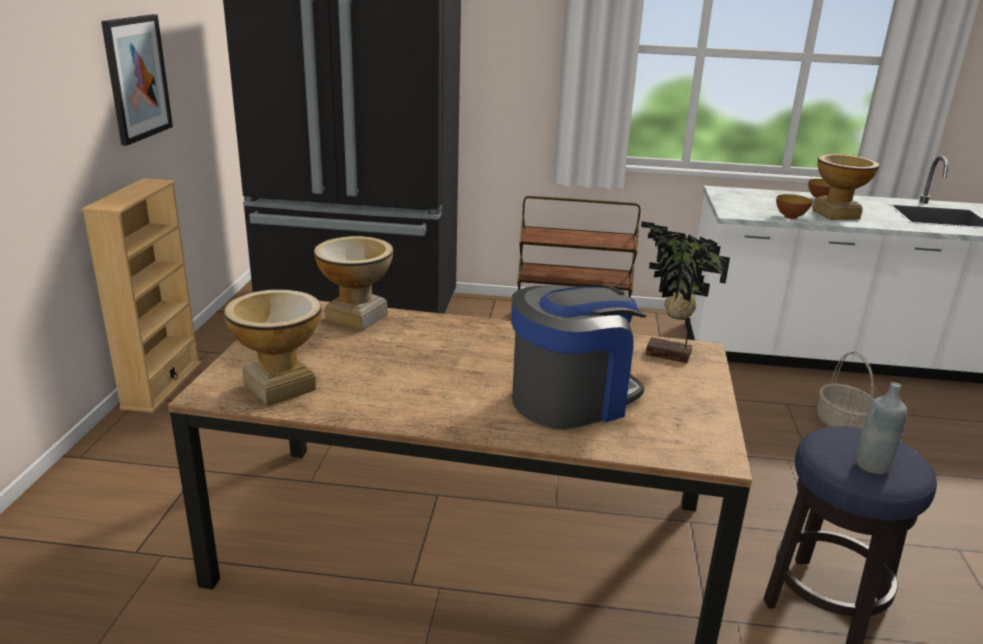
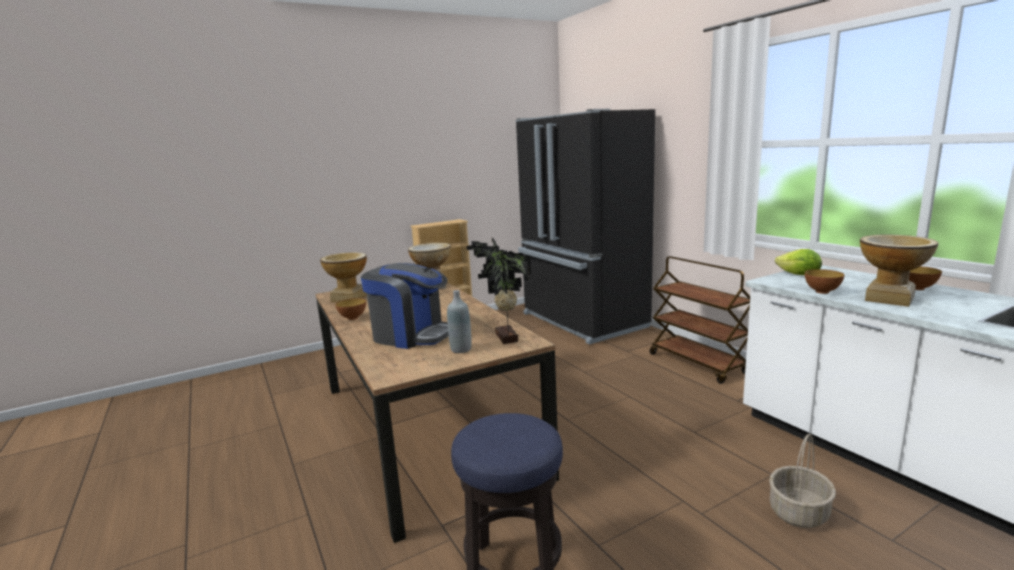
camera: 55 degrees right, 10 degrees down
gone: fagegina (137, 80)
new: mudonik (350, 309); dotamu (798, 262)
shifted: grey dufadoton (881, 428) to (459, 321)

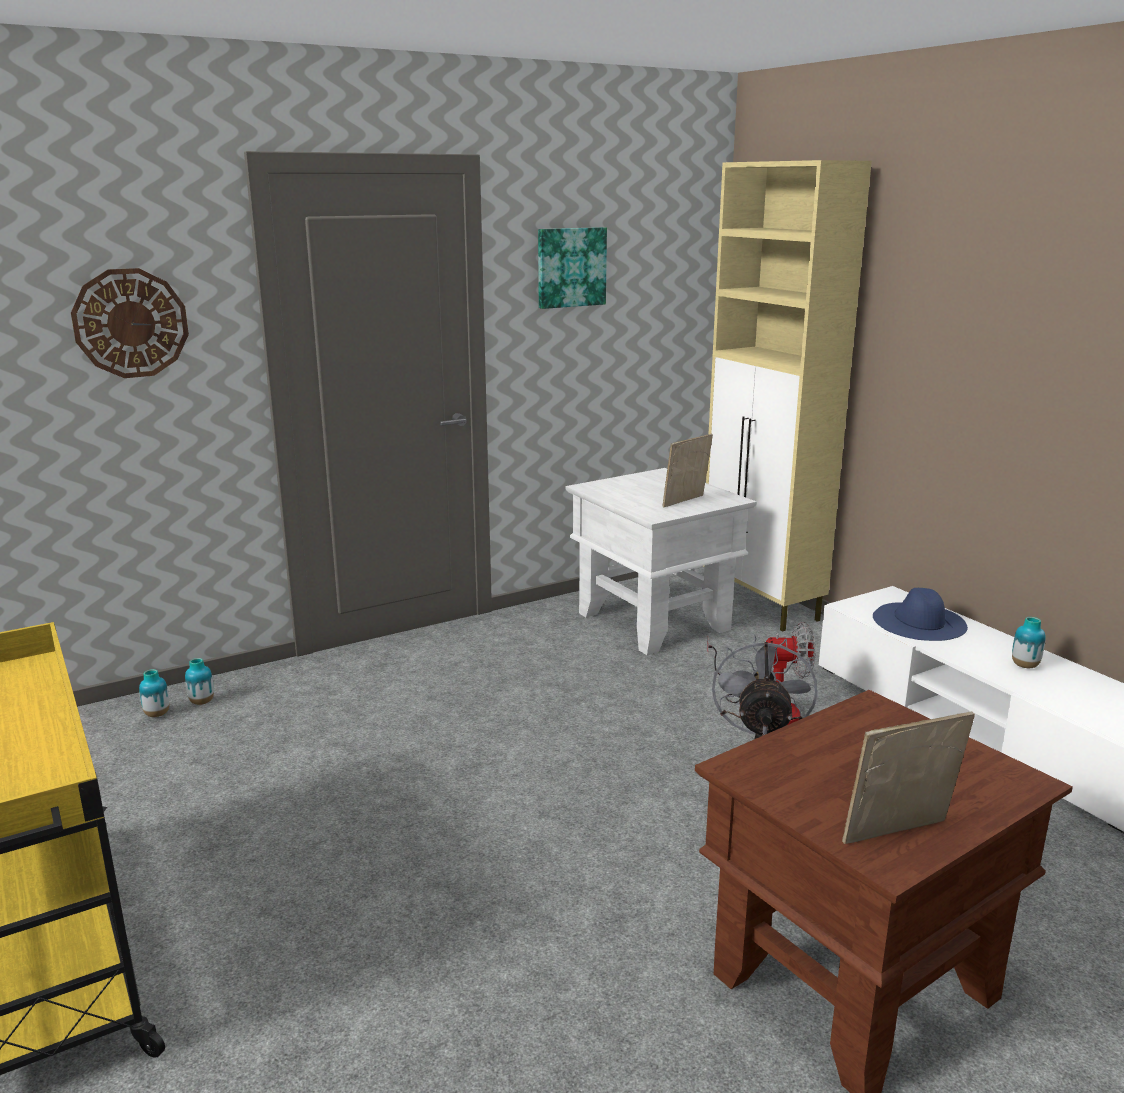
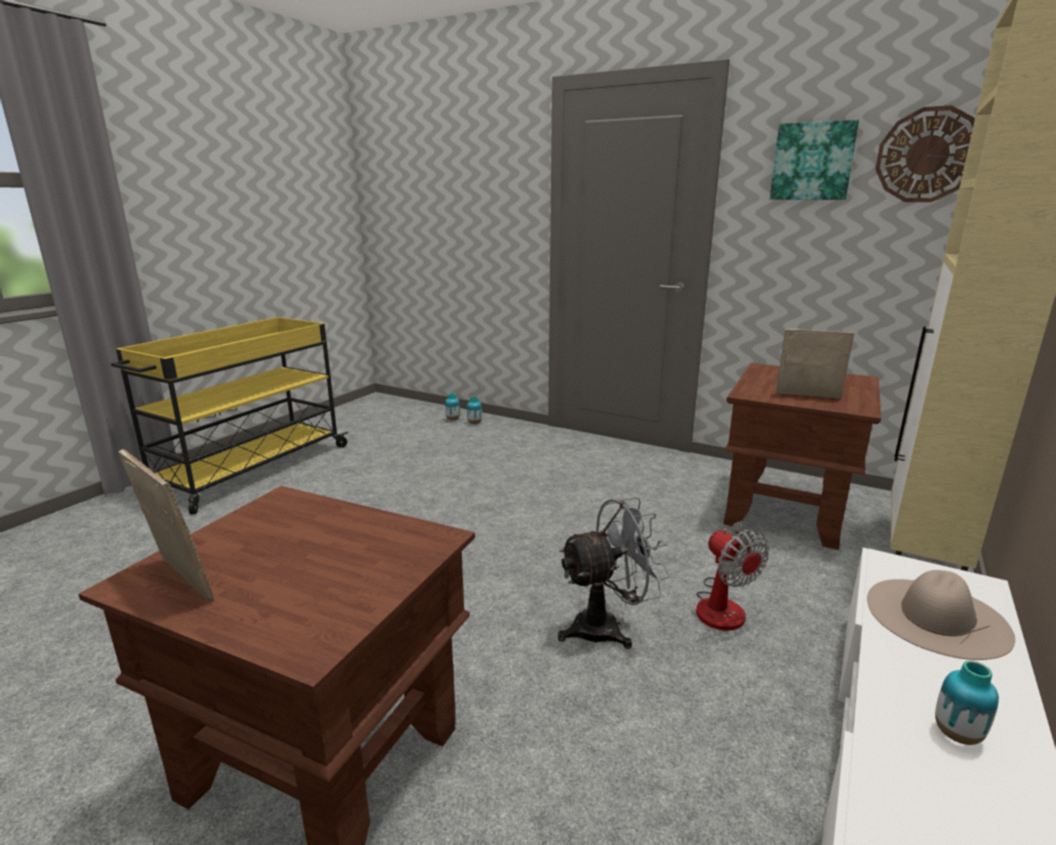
camera: 60 degrees right, 0 degrees up
shifted: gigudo (130, 323) to (925, 153)
repainted: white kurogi (661, 561) to brown kurogi (802, 456); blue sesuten (920, 614) to beige sesuten (941, 615)

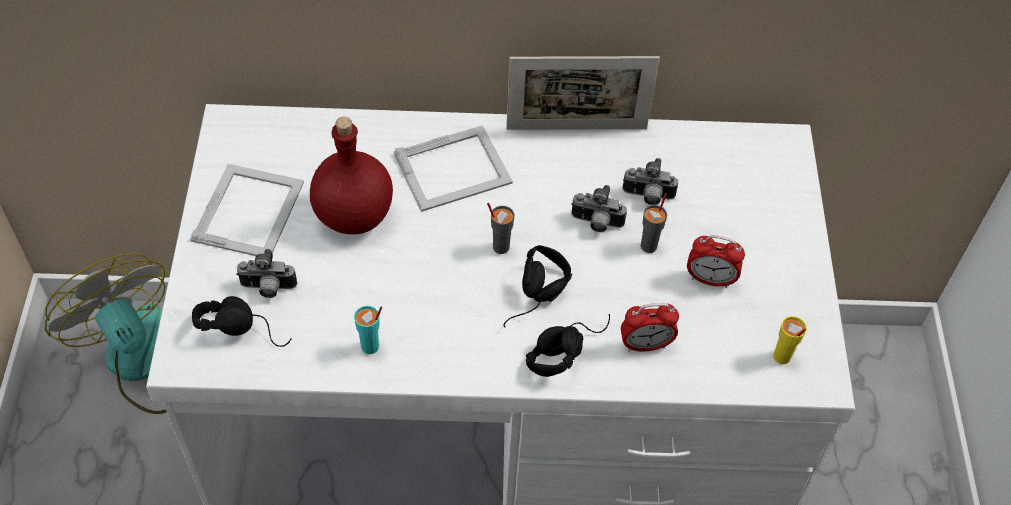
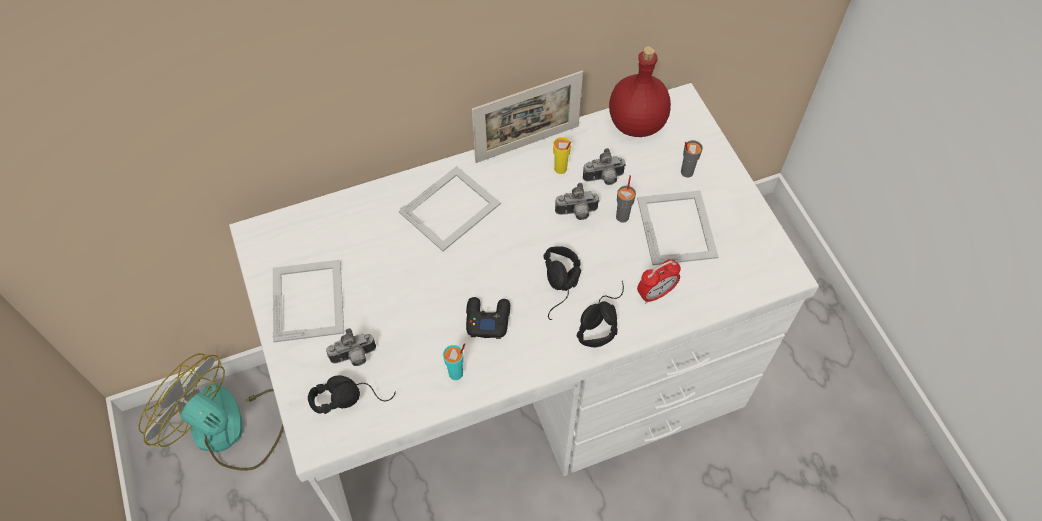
camera: 20 degrees left, 5 degrees up
new: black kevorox (488, 318)
shifted: red dufadoton (351, 175) to (640, 91); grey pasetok (500, 228) to (692, 158); yellow pasetok (790, 340) to (562, 155)
swapped: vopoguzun (716, 261) to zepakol (677, 228)

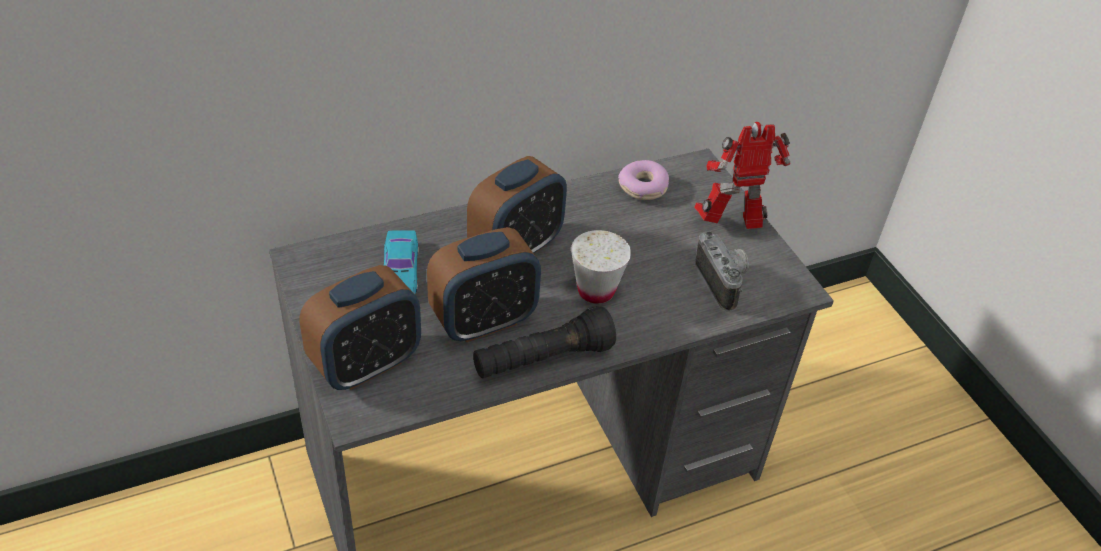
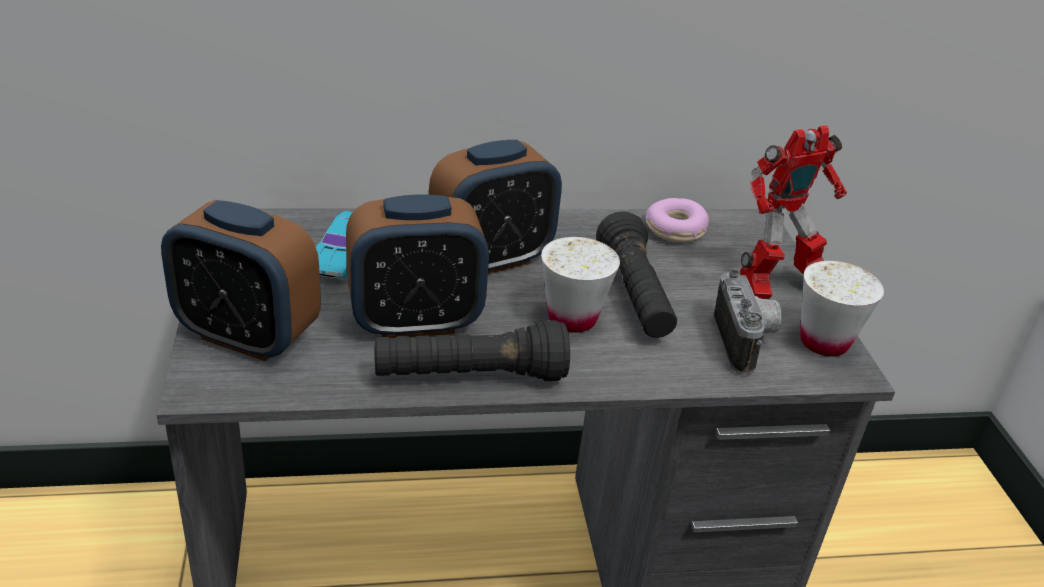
camera: 15 degrees right, 10 degrees down
new: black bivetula (636, 274); white pasetok (842, 309)
rotated: vopoguzun (360, 327) = (241, 280) 45 degrees clockwise; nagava (742, 175) = (793, 212) 150 degrees clockwise

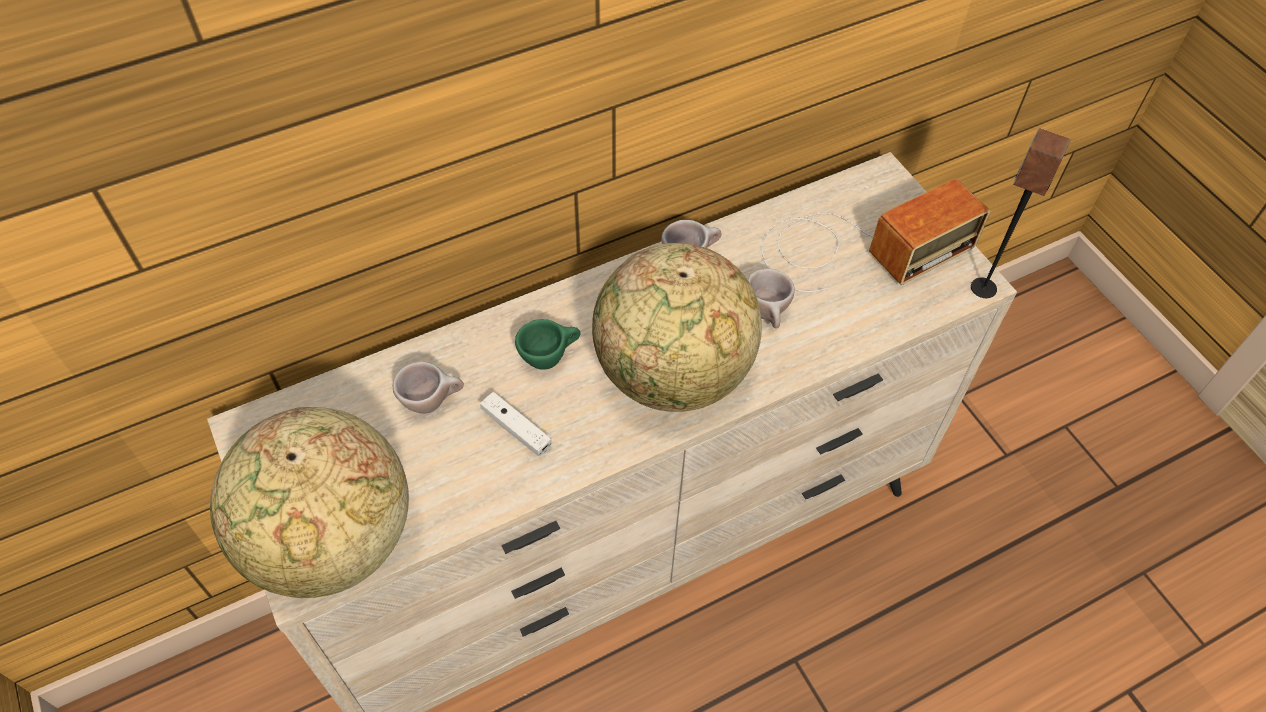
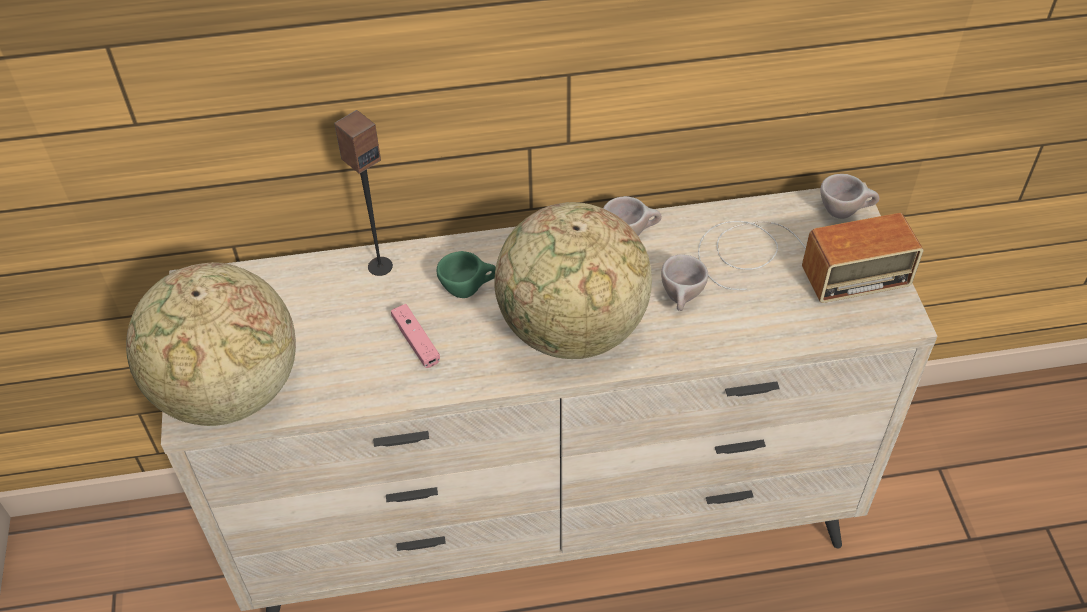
camera: 20 degrees right, 5 degrees down
shifted: beige pasetok (428, 388) to (849, 196); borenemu (1021, 213) to (363, 193)
repainted: white kevorox (515, 424) to pink kevorox (415, 336)

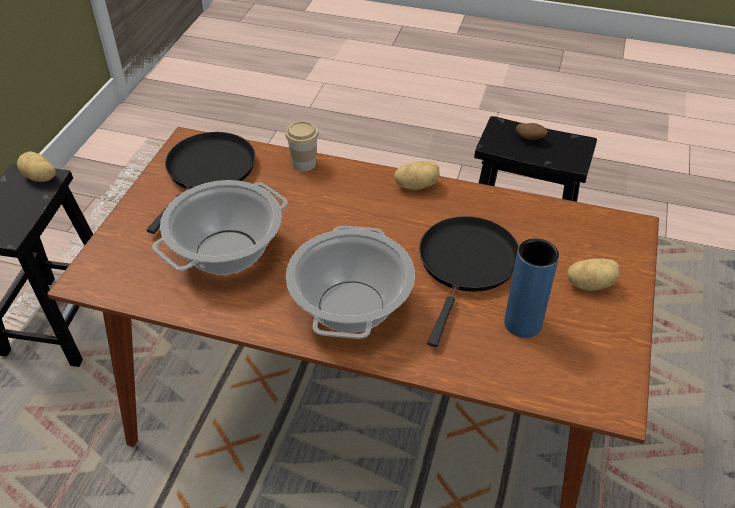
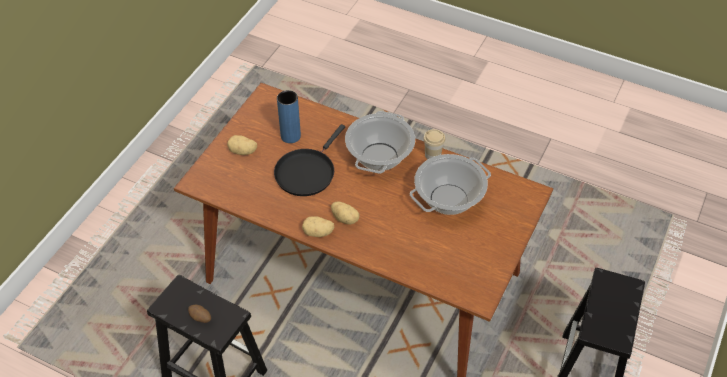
camera: 170 degrees left, 5 degrees up
gone: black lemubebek (201, 183)
shifted: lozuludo (36, 166) to (345, 213); pasetok (302, 146) to (434, 144)

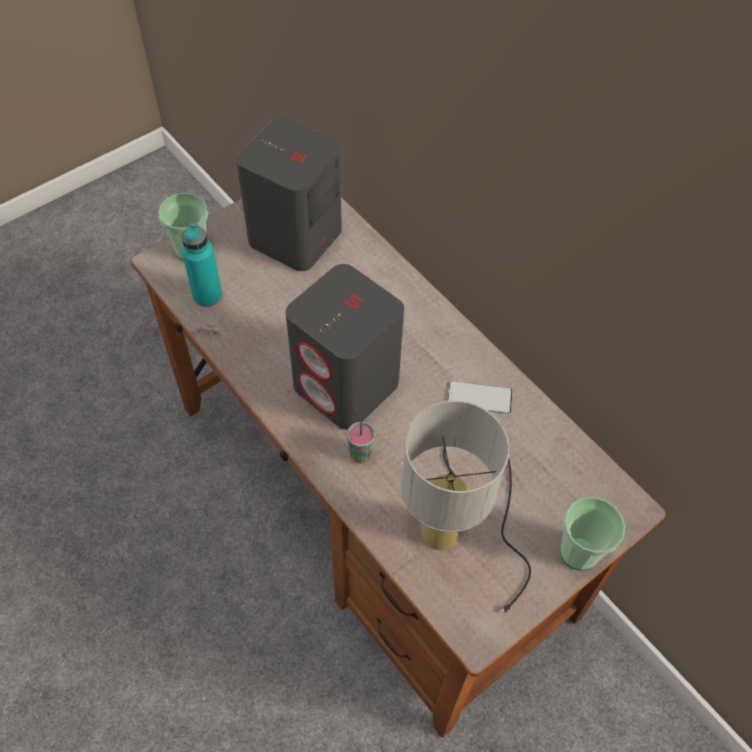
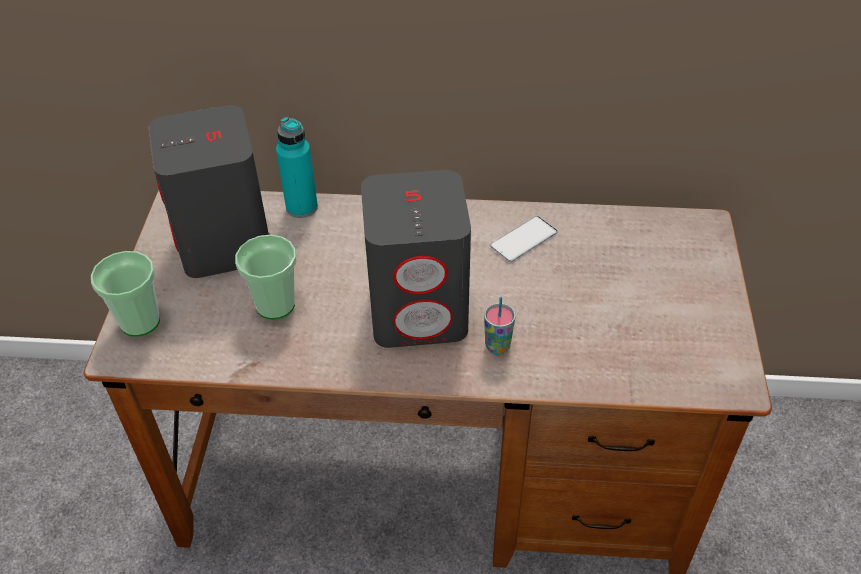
camera: 45 degrees left, 10 degrees down
gone: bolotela (466, 506)
shifted: turquoise dufadoton (202, 265) to (297, 167); pasetok (592, 534) to (265, 277)

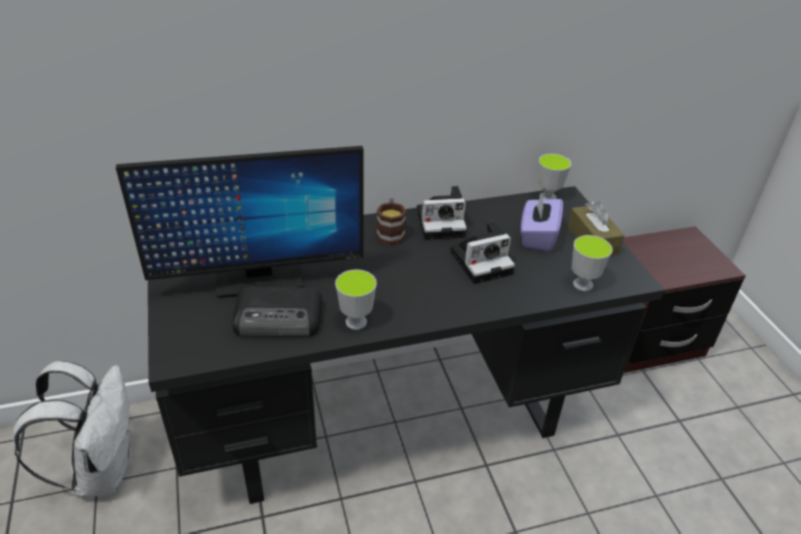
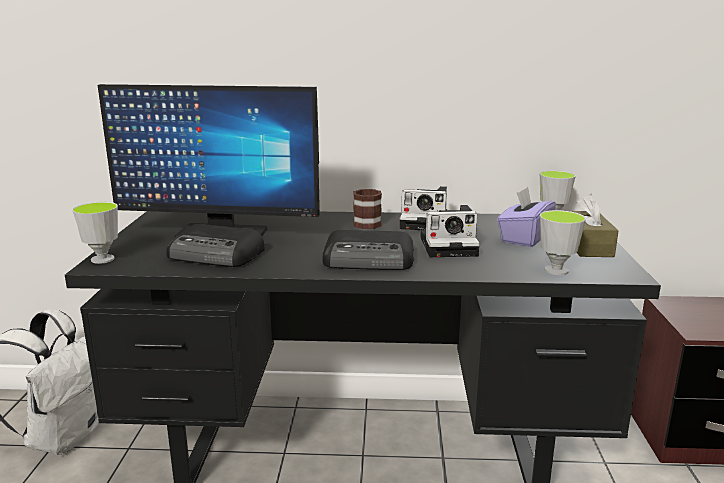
camera: 20 degrees right, 20 degrees down
new: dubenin (368, 250)
shifted: pasetok (356, 299) to (95, 233)

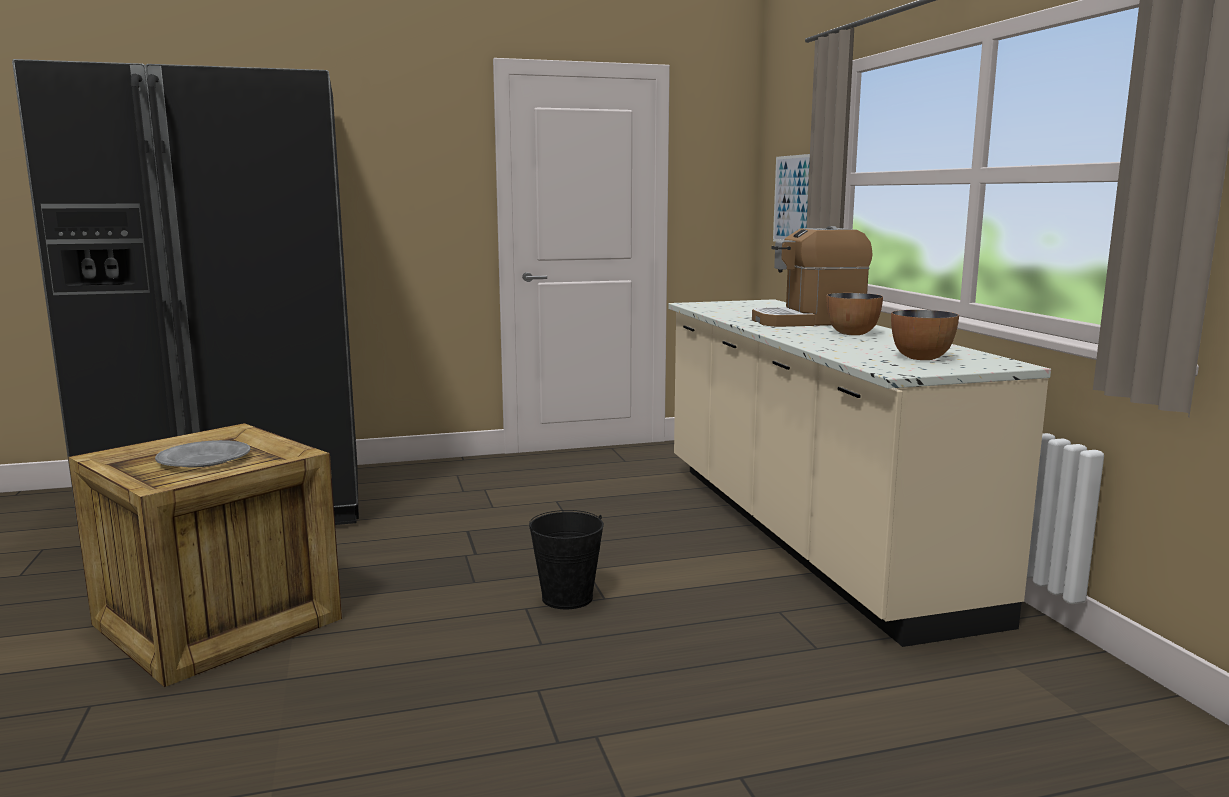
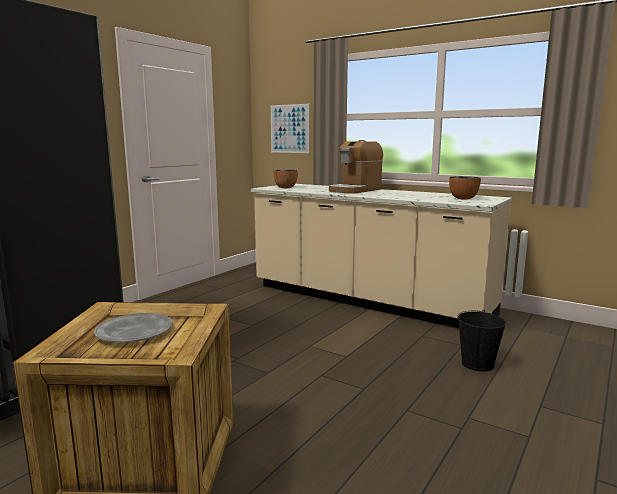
camera: 40 degrees left, 0 degrees up
shifted: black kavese (566, 559) to (481, 341); mudonik (855, 314) to (285, 179)

